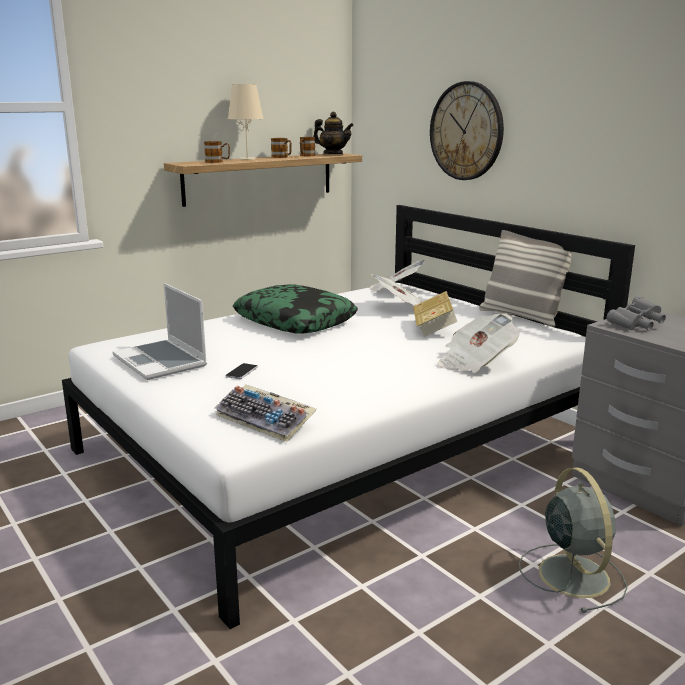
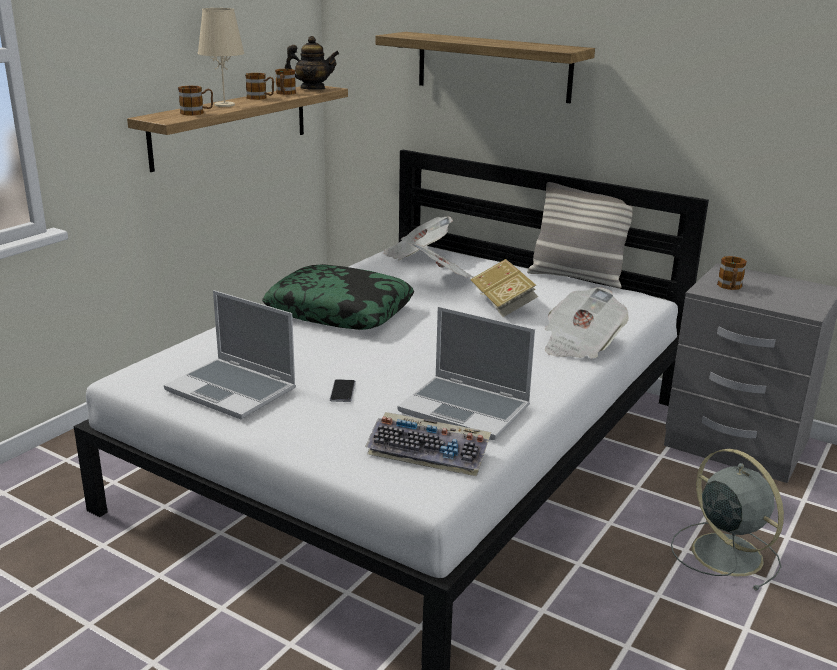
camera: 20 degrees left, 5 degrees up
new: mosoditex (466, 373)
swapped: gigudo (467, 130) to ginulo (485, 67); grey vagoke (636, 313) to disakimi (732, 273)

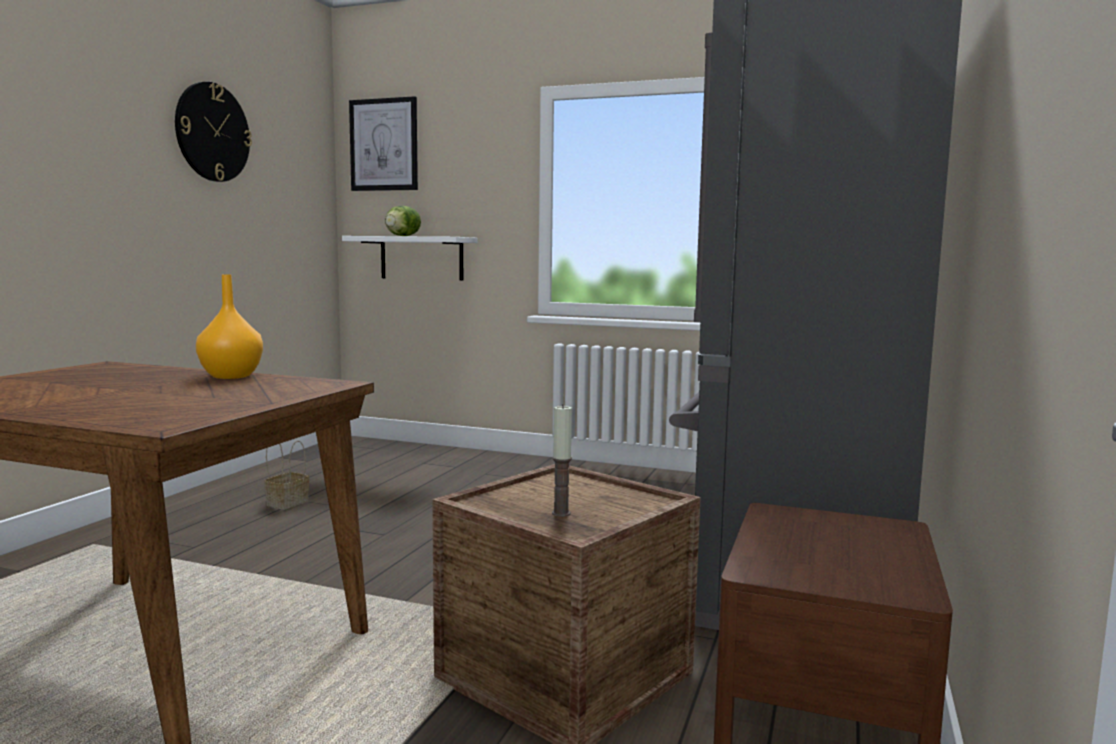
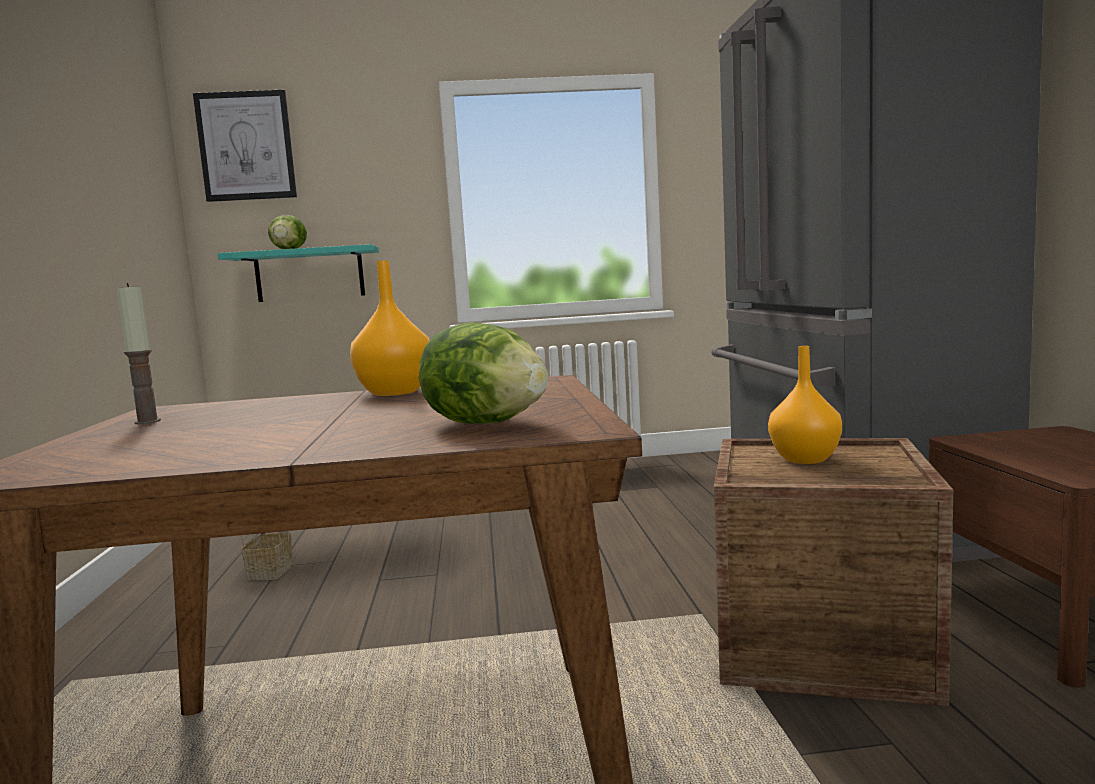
camera: 25 degrees left, 0 degrees up
gone: gigudo (213, 132)
new: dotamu (483, 373); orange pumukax (805, 405)
shifted: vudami (562, 460) to (138, 353)
repainted: white ginulo (410, 258) to turquoise ginulo (298, 273)

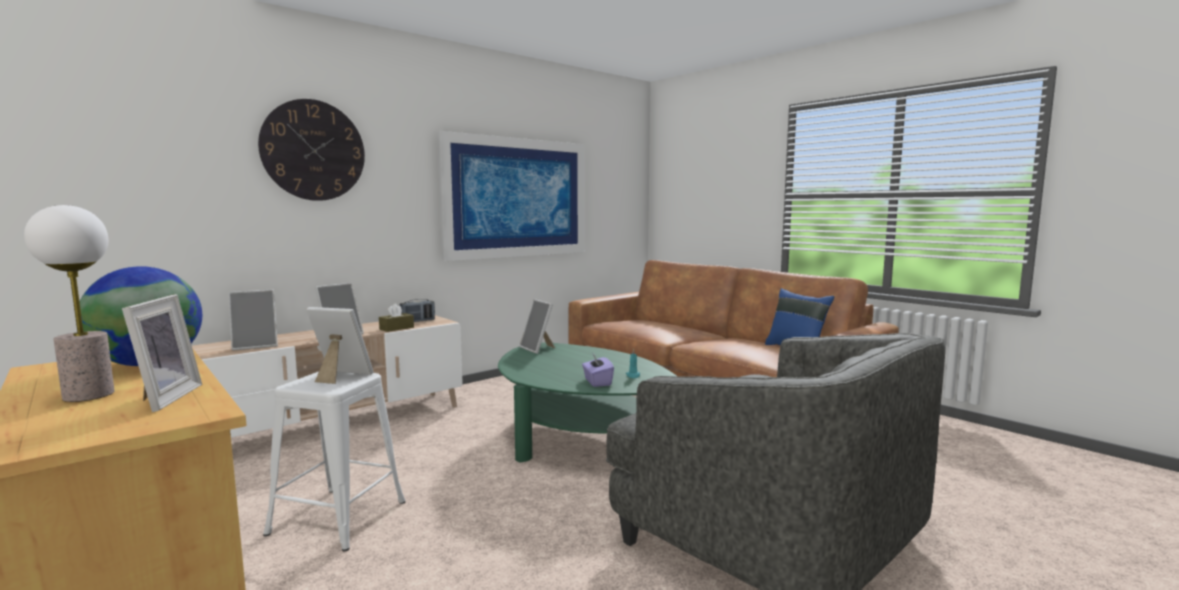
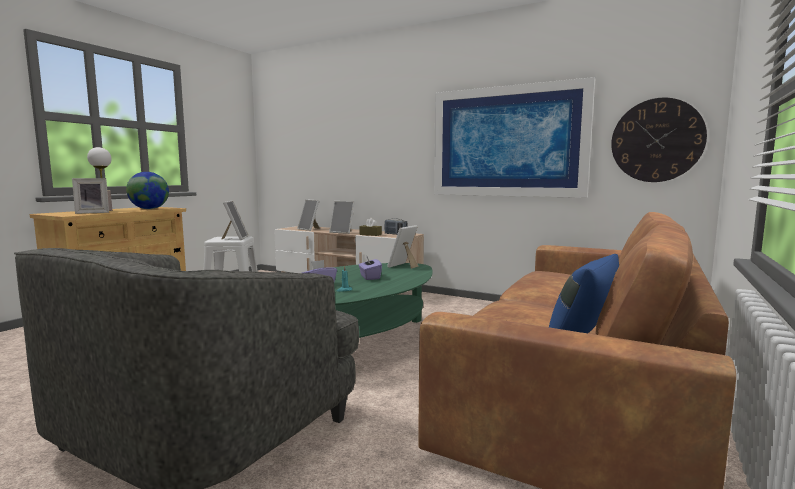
camera: 70 degrees right, 0 degrees up
new: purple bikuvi (370, 267)
shifted: gigudo (311, 150) to (659, 140)

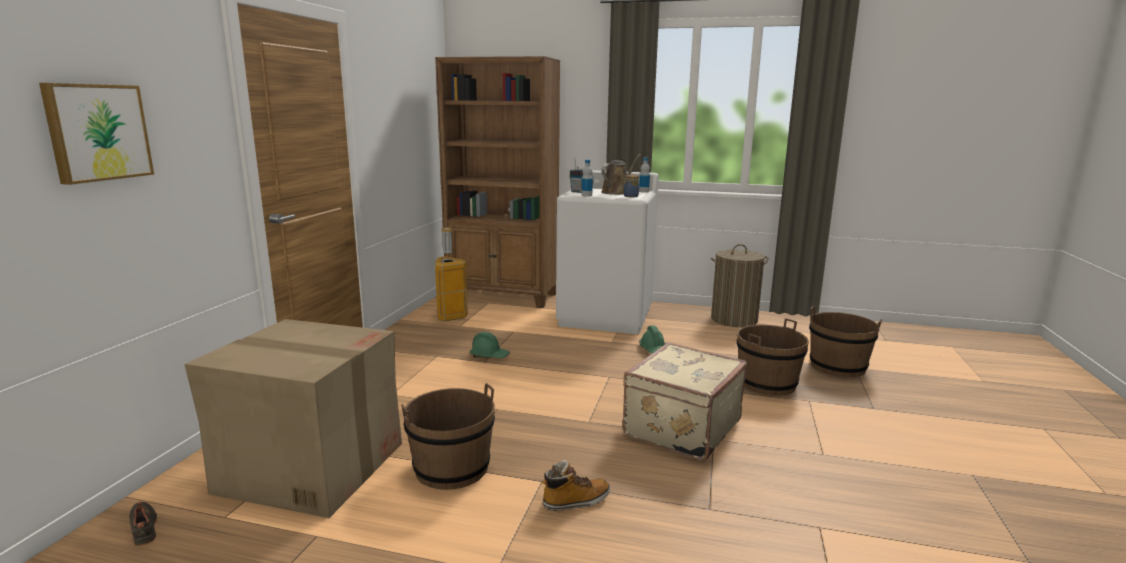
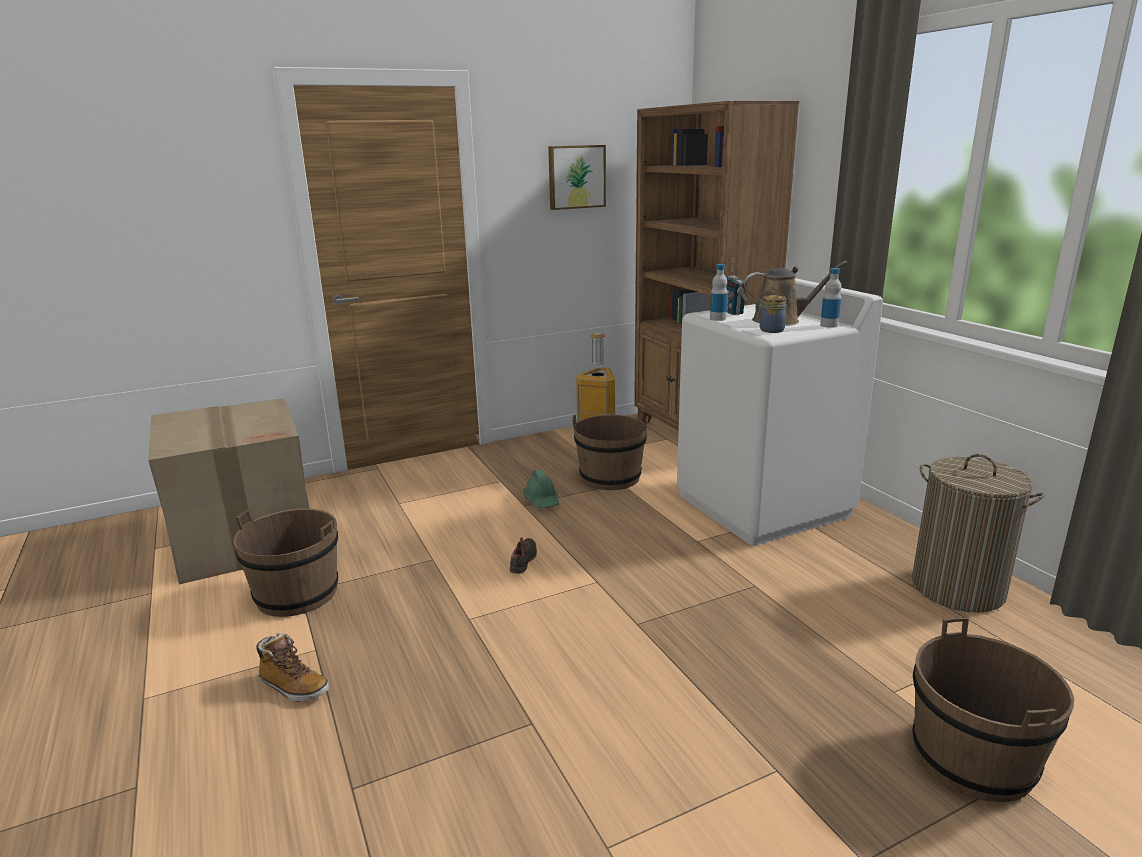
camera: 50 degrees right, 5 degrees up
gone: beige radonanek (684, 401); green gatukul (652, 339)
shifted: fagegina (96, 134) to (577, 177); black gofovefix (143, 523) to (523, 555); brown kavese (773, 357) to (610, 452)

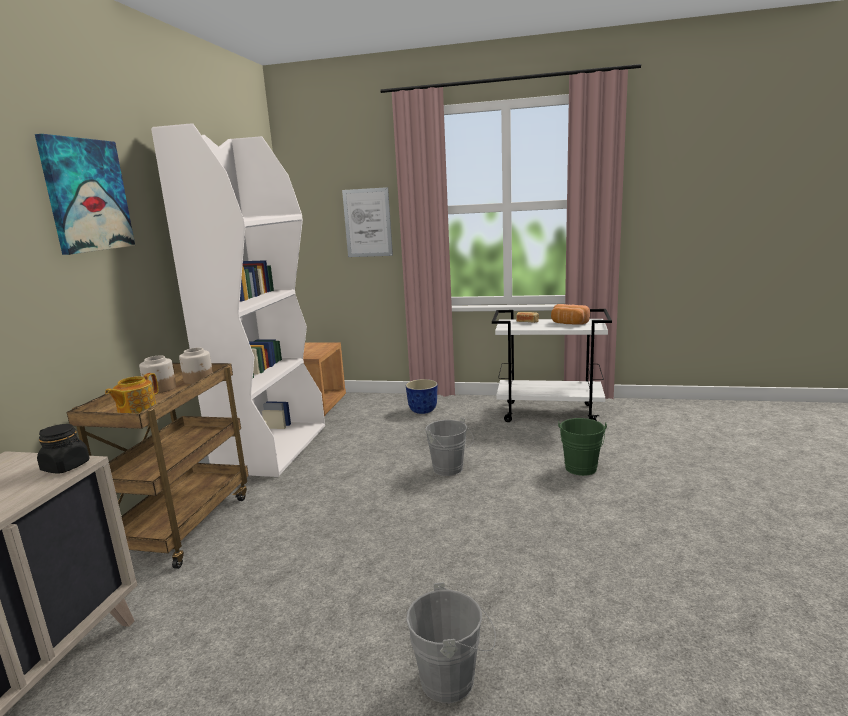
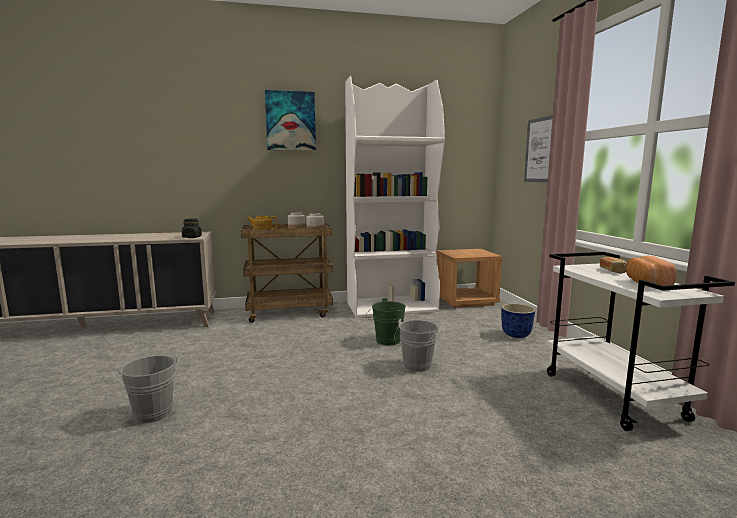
camera: 65 degrees right, 5 degrees down
shifted: green kavese (582, 447) to (386, 321)

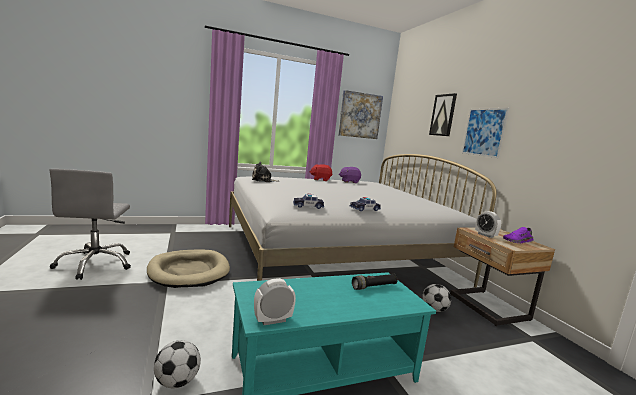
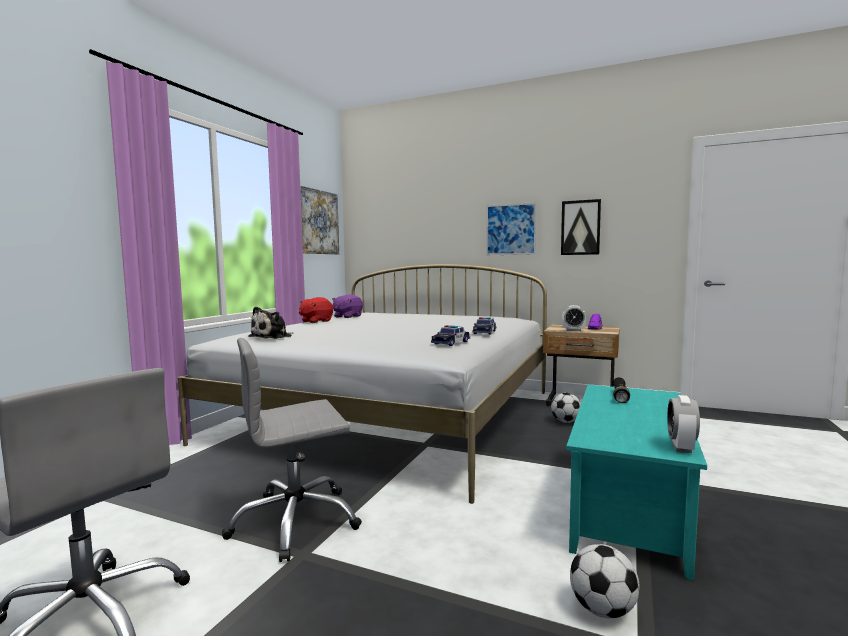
camera: 45 degrees left, 5 degrees down
shifted: fagegina (443, 114) to (581, 227)
swapped: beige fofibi (188, 269) to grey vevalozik (292, 450)

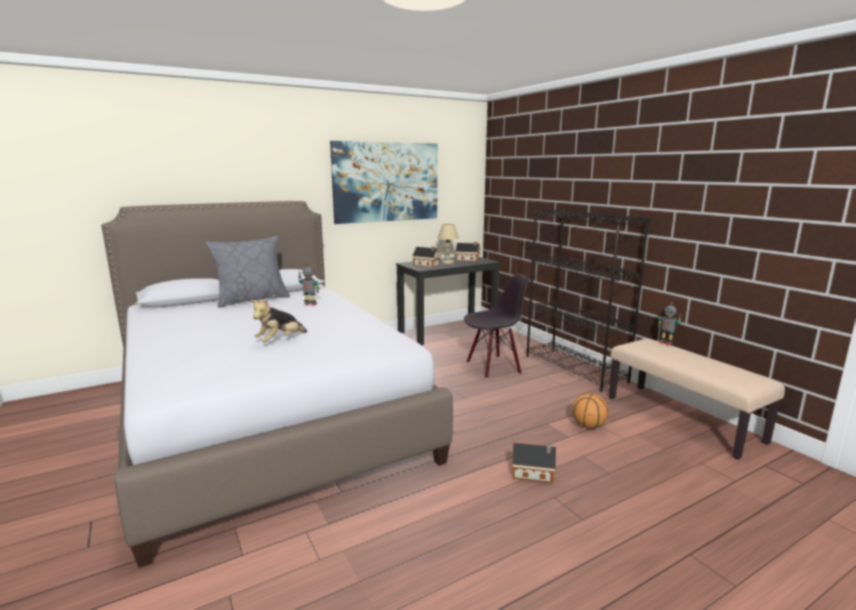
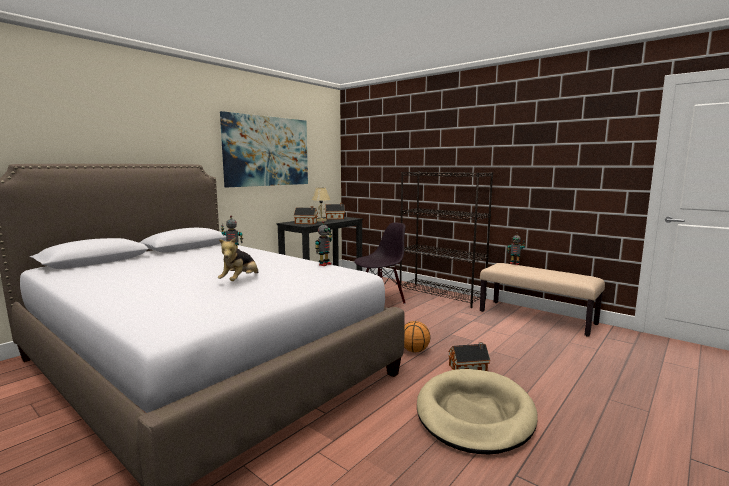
camera: 20 degrees left, 5 degrees down
gone: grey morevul (248, 272)
new: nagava (323, 243); beige fofibi (477, 411)
shifted: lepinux (590, 410) to (417, 337)

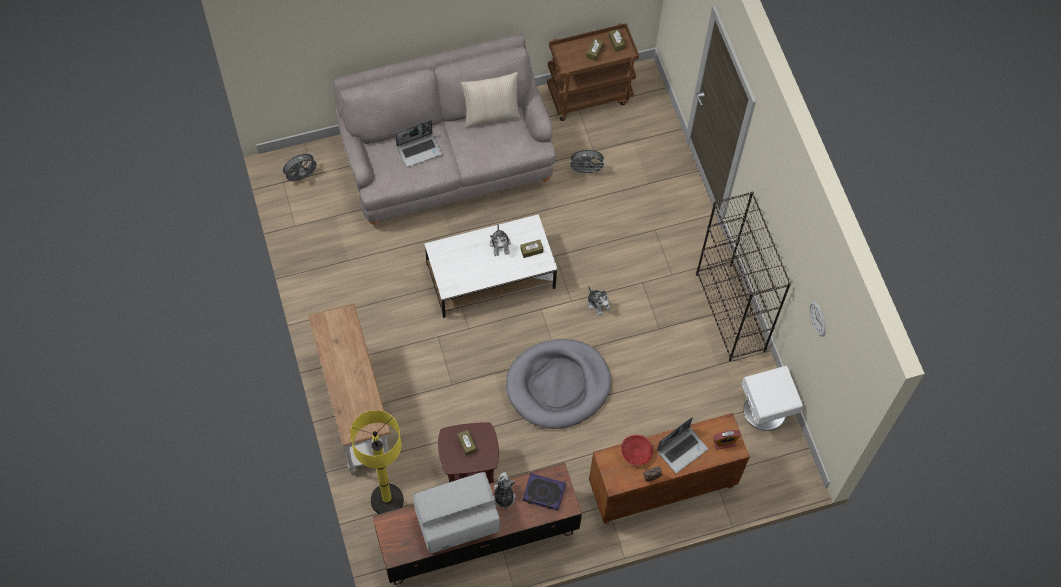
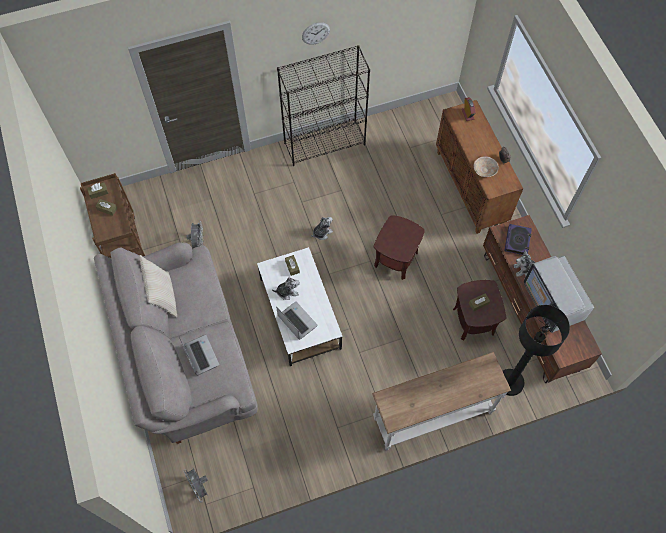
camera: 90 degrees left, 0 degrees up
gone: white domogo (772, 398)
shifted: mosoditex (682, 445) to (296, 321); gigudo (818, 318) to (316, 33)
swapped: grey fofibi (558, 384) to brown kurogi (399, 247)
repainted: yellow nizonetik (377, 462) to black nizonetik (536, 350); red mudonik (637, 450) to beige mudonik (486, 166)

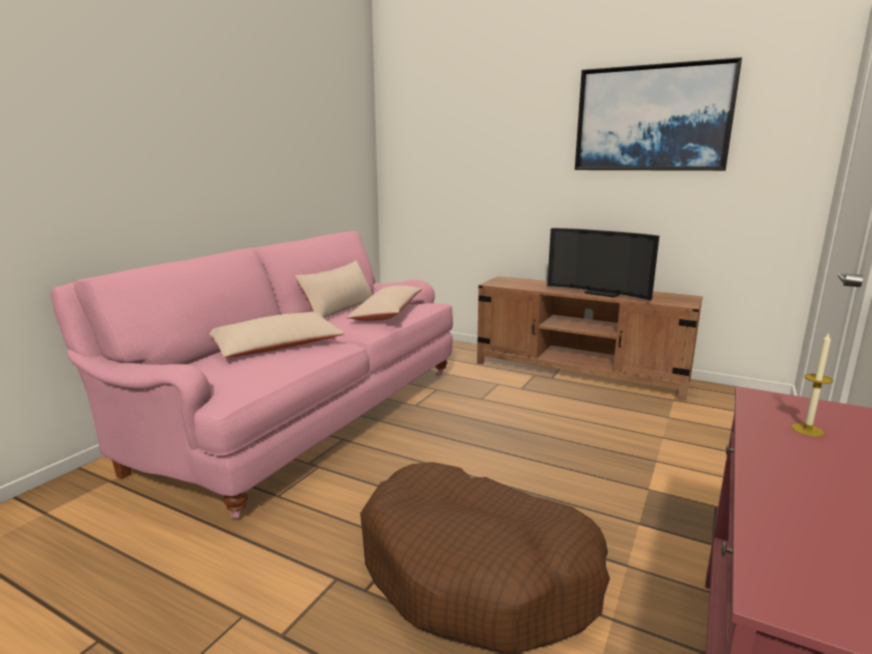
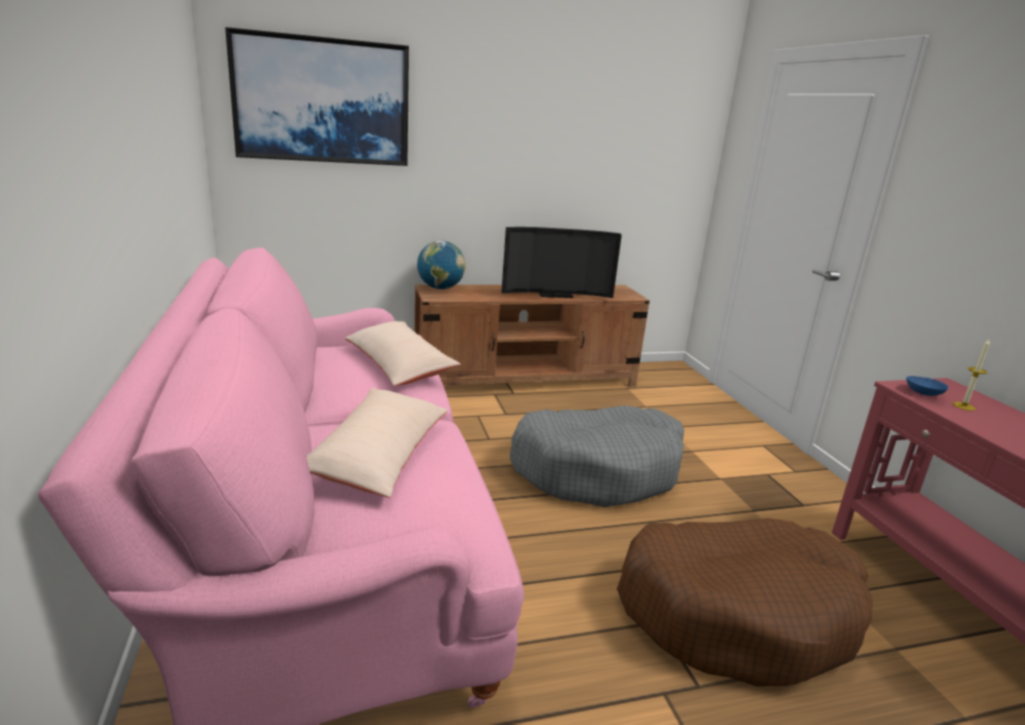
camera: 45 degrees left, 5 degrees up
gone: beige morevul (333, 289)
new: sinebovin (441, 264); grey fofibi (596, 456); blue mudonik (927, 386)
shifted: fagegina (658, 114) to (317, 96)

